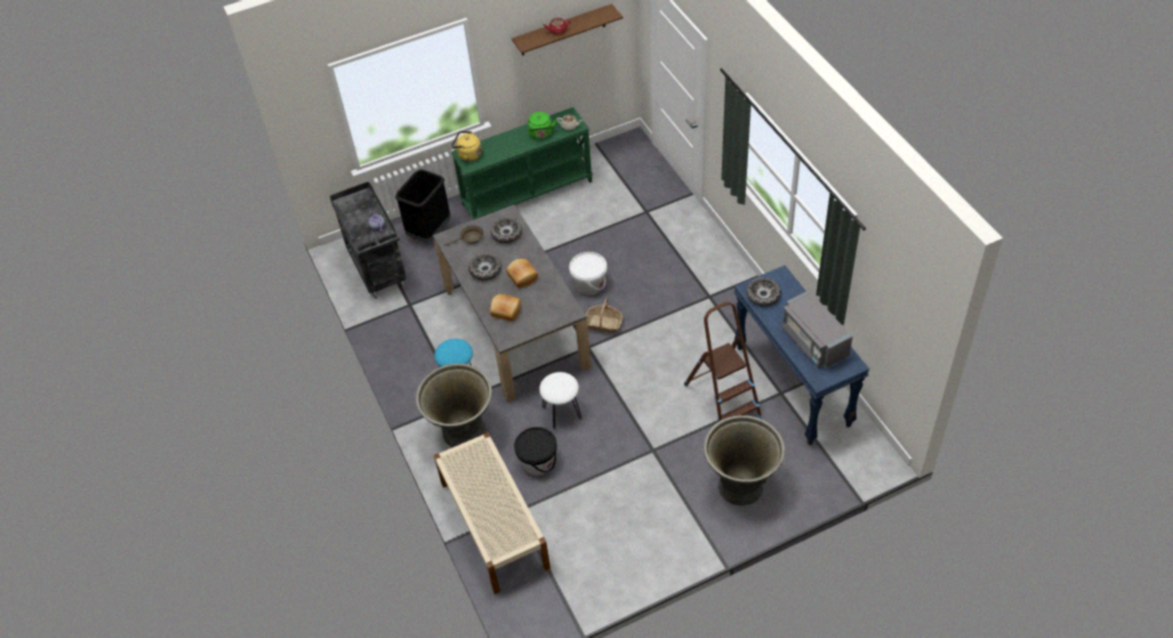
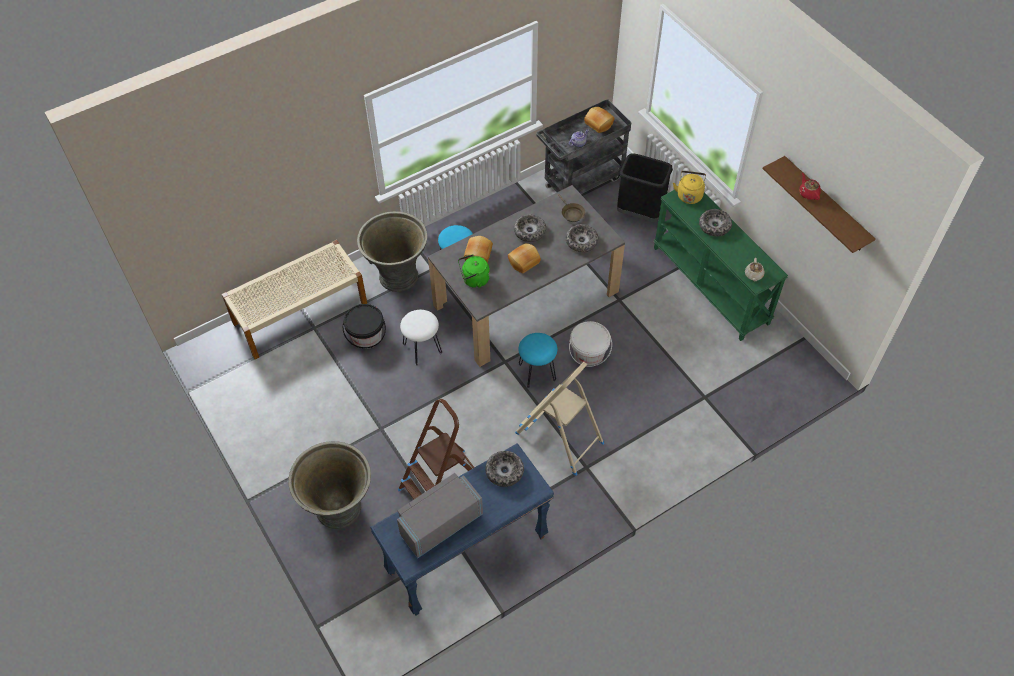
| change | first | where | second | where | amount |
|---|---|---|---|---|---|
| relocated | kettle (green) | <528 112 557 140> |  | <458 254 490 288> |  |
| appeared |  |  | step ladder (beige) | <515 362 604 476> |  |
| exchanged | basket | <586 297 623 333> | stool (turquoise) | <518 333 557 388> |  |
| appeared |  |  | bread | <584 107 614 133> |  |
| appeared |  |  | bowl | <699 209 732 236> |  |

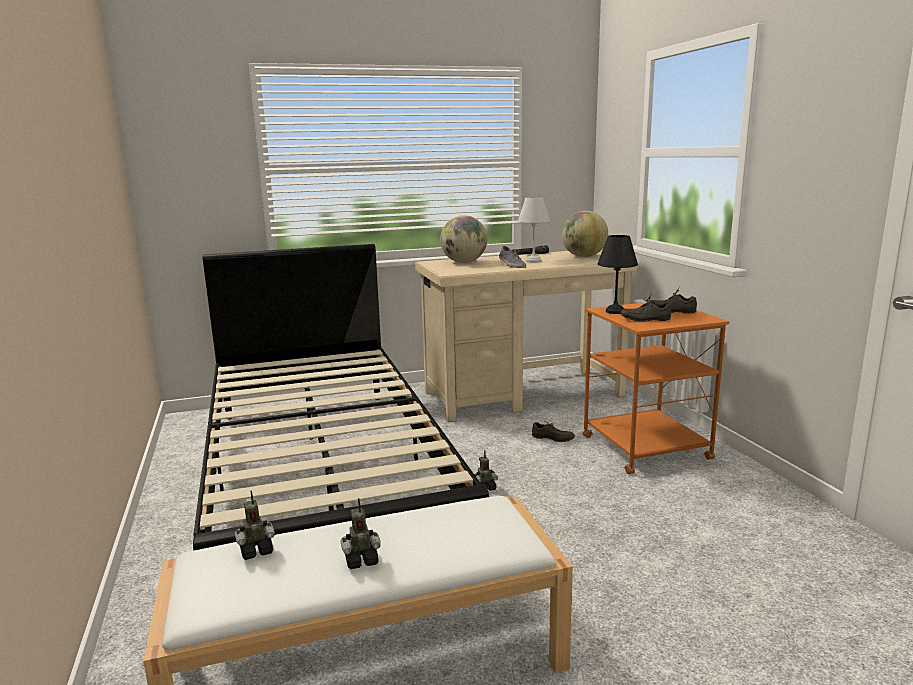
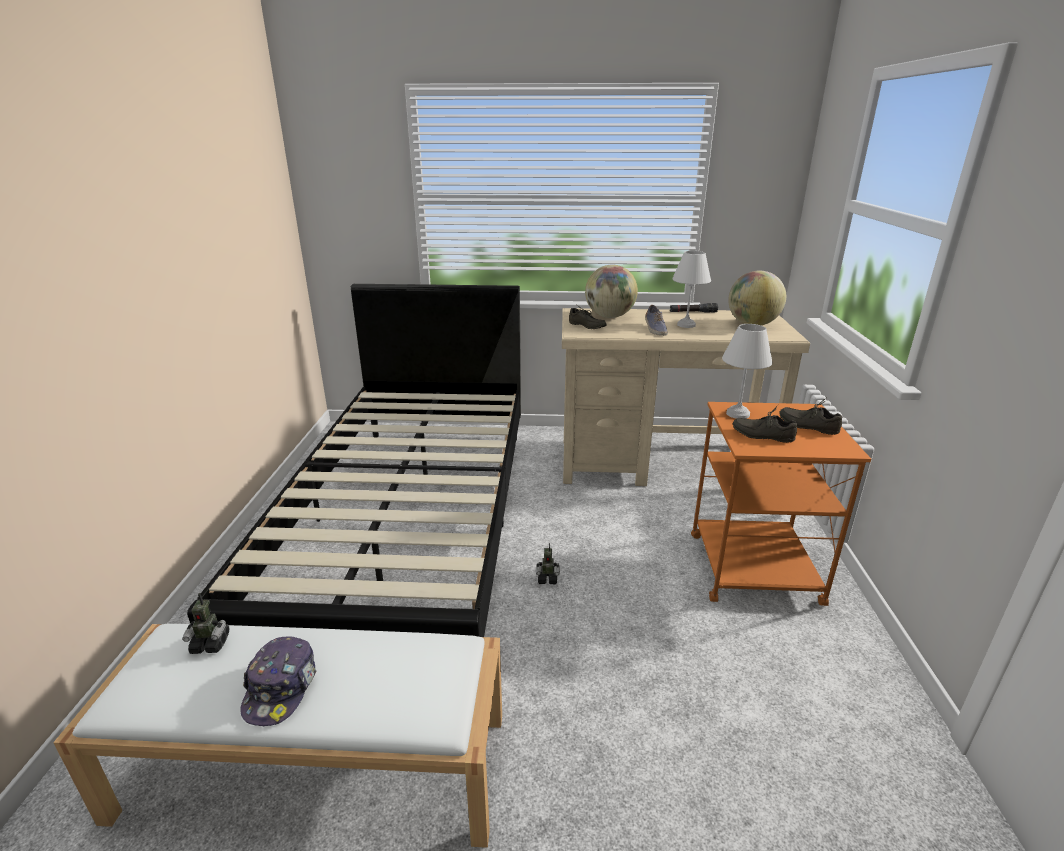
| change | first | where | second | where | amount |
|---|---|---|---|---|---|
| exchanged | toy robot | <341 498 381 569> | cap | <240 636 317 726> |  |
| relocated | shoe (grey) | <532 422 575 442> |  | <569 305 606 329> |  |
| colour | table lamp (black) | <598 235 638 314> | table lamp (white) | <722 324 772 419> |  |

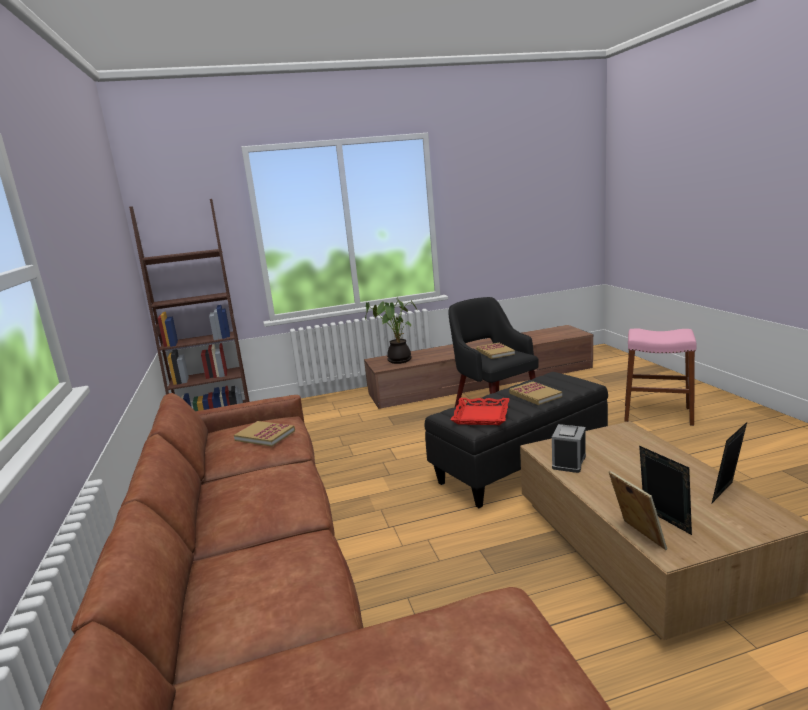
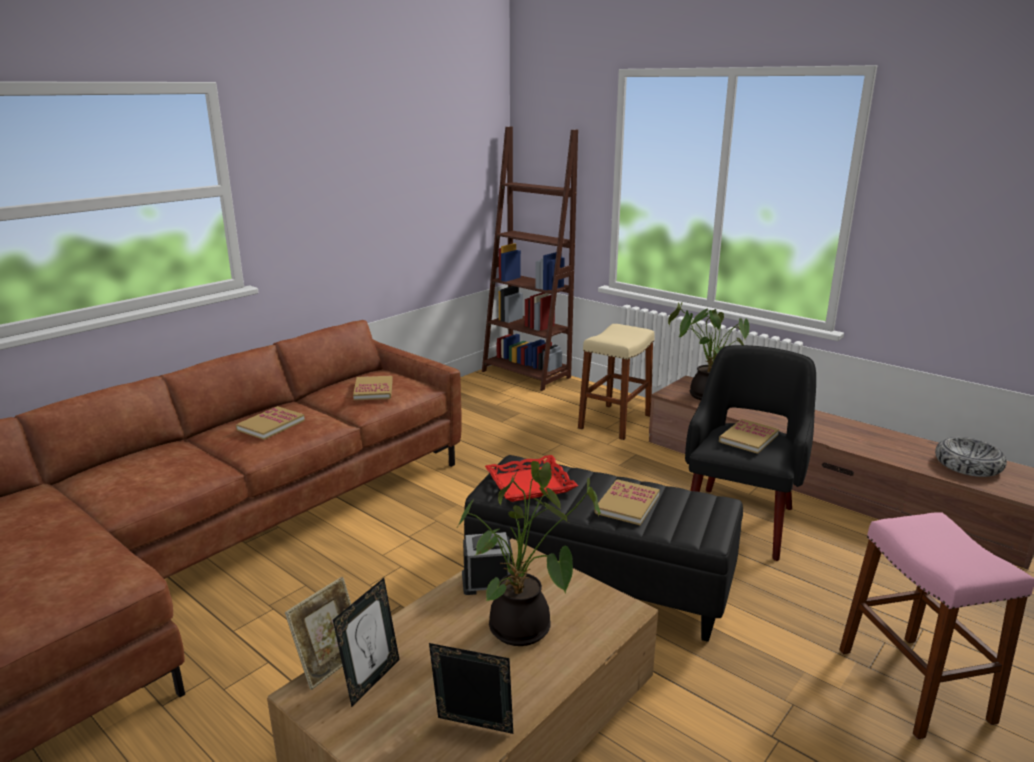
| change | first | where | second | where | amount |
|---|---|---|---|---|---|
| appeared |  |  | book | <236 406 305 440> |  |
| appeared |  |  | potted plant | <457 461 601 646> |  |
| appeared |  |  | stool (beige) | <578 324 655 440> |  |
| appeared |  |  | bowl | <935 437 1007 477> |  |

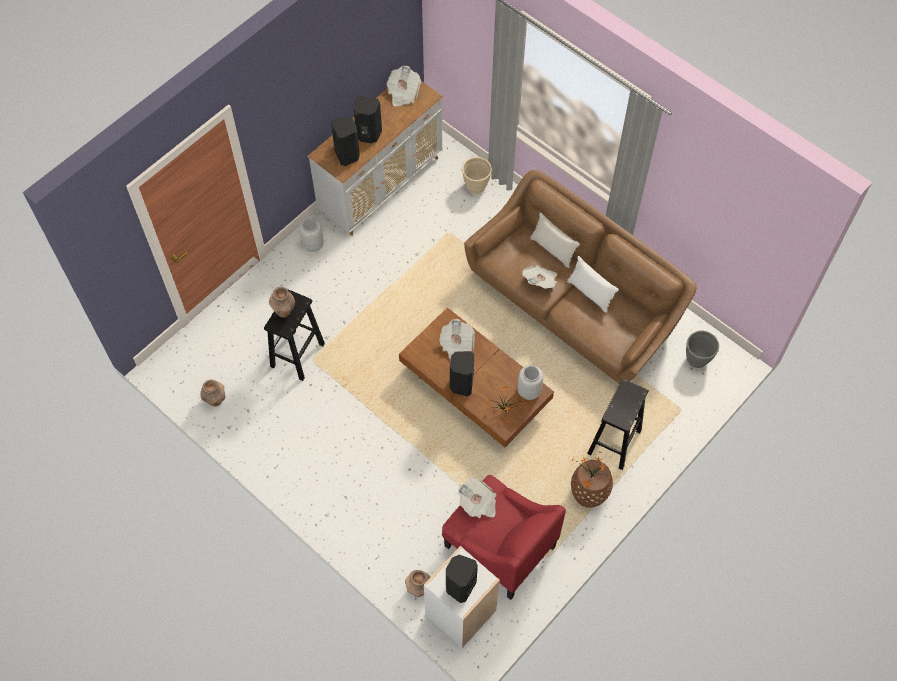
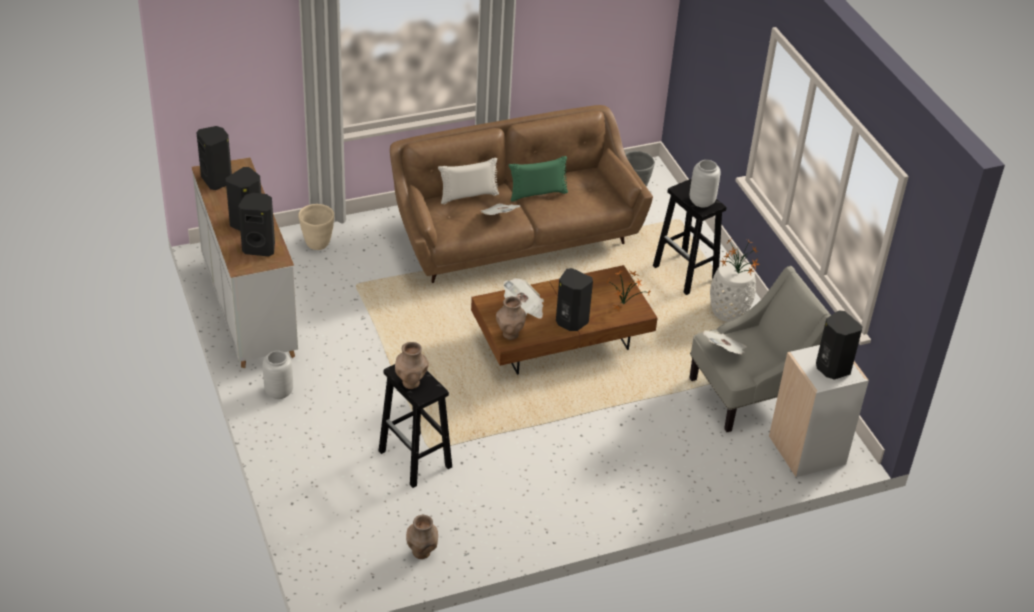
| change | first | where | second | where | amount |
|---|---|---|---|---|---|
| exchanged | newspaper | <386 66 421 106> | speaker (black) | <196 126 232 190> |  |
| relocated | vase (brown) | <405 570 430 597> |  | <496 296 526 340> |  |
| colour | pillow (white) | <567 256 619 313> | pillow (green) | <508 156 568 202> |  |
| colour | armchair (red) | <442 475 566 600> | armchair (grey) | <689 266 831 432> |  |
| relocated | vase (grey) | <518 365 543 400> |  | <690 160 721 208> |  |
| colour | stool (brown) | <571 460 613 508> | stool (white) | <710 260 756 322> |  |

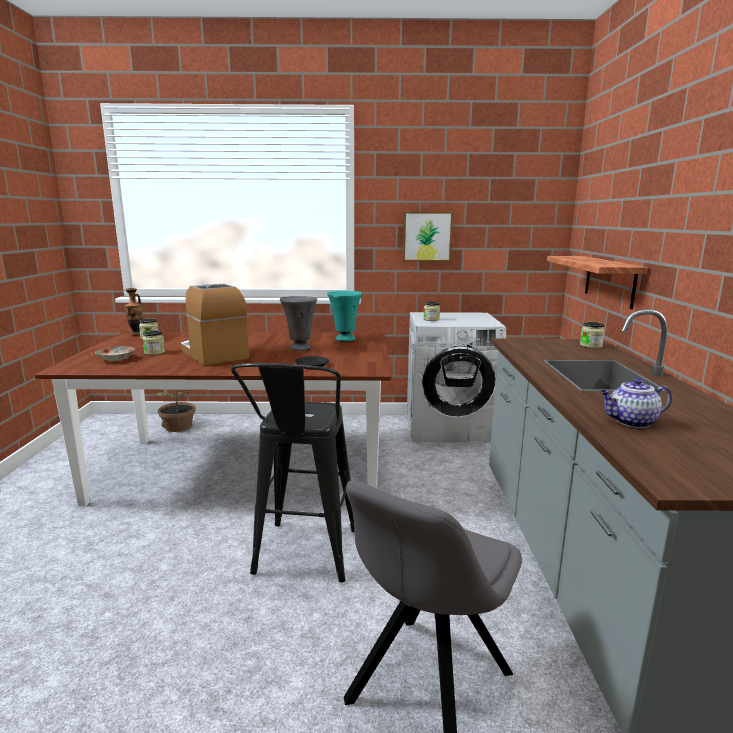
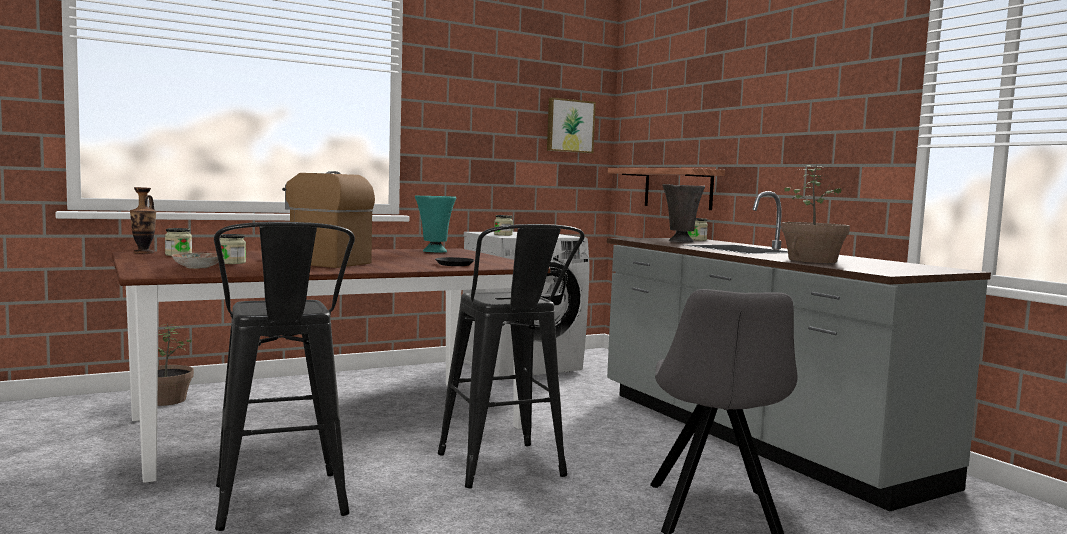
| change | first | where | second | where | amount |
|---|---|---|---|---|---|
| appeared |  |  | stool (black) | <214 222 355 531> |  |
| relocated | picture | <403 212 453 261> |  | <547 97 596 153> |  |
| relocated | vase (grey) | <280 296 317 351> |  | <662 184 705 243> |  |
| exchanged | teapot | <600 378 672 428> | potted plant | <781 164 850 263> |  |

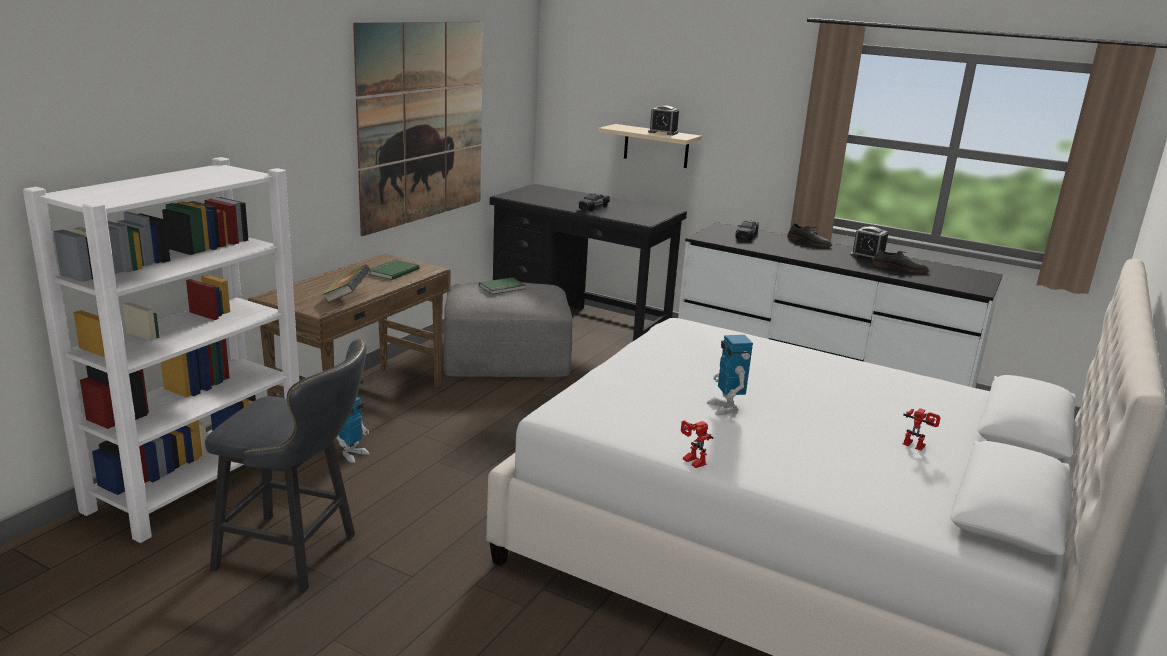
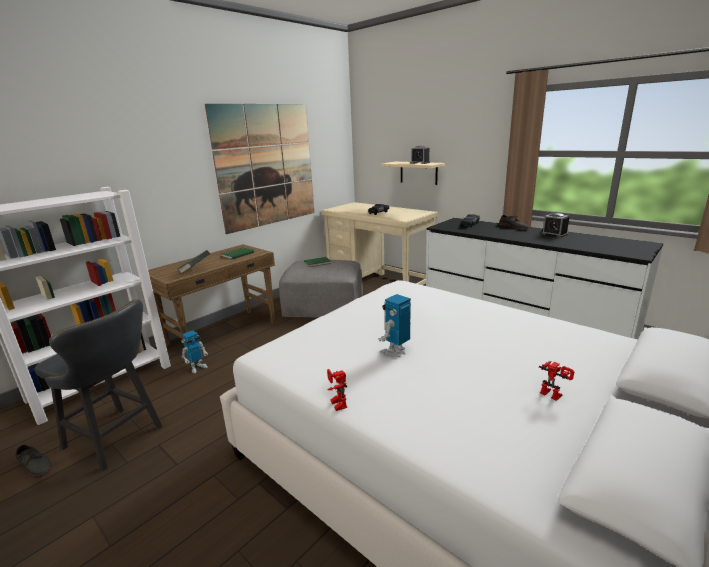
| change | first | where | second | where | amount |
|---|---|---|---|---|---|
| relocated | shoe (grey) | <873 250 929 273> |  | <15 445 52 478> |  |
| colour | desk (black) | <490 184 687 341> | desk (beige) | <321 202 438 285> |  |
| spun | toy robot | <707 335 753 415> |  | <379 294 411 358> | 45 degrees clockwise |

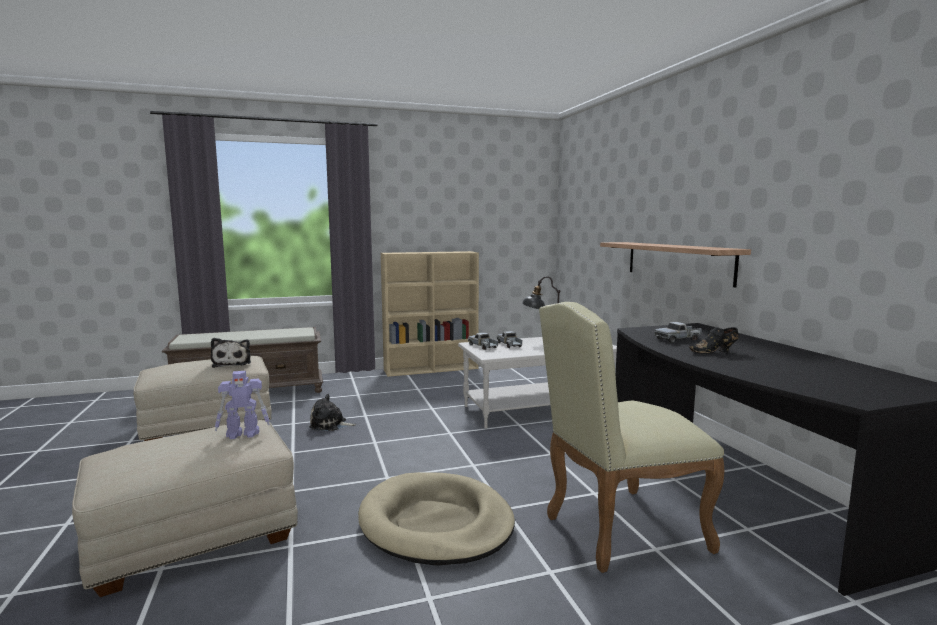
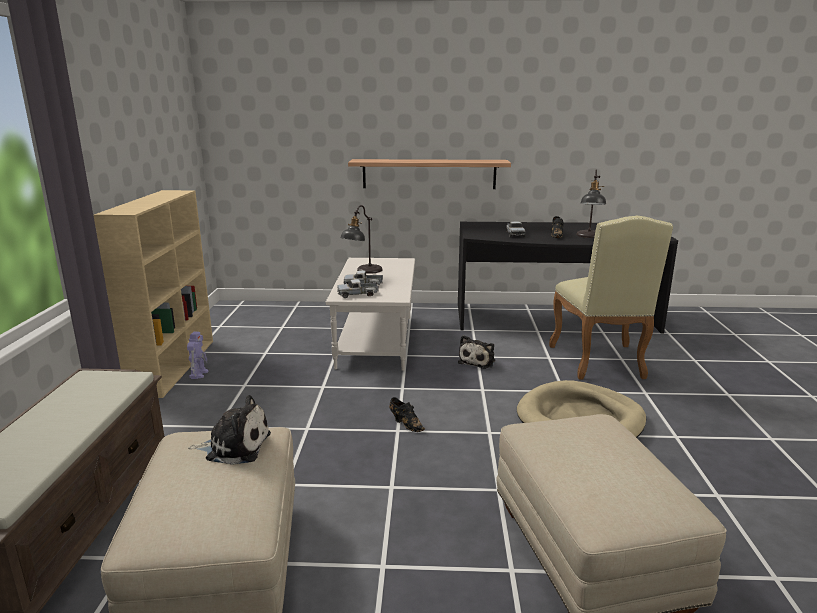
| change | first | where | second | where | amount |
|---|---|---|---|---|---|
| relocated | toy robot | <215 371 270 439> |  | <187 331 209 379> |  |
| appeared |  |  | shoe (black) | <389 397 425 432> |  |
| relocated | plush toy | <309 394 356 431> |  | <458 335 495 369> |  |
| appeared |  |  | table lamp (grey) | <576 170 606 238> |  |

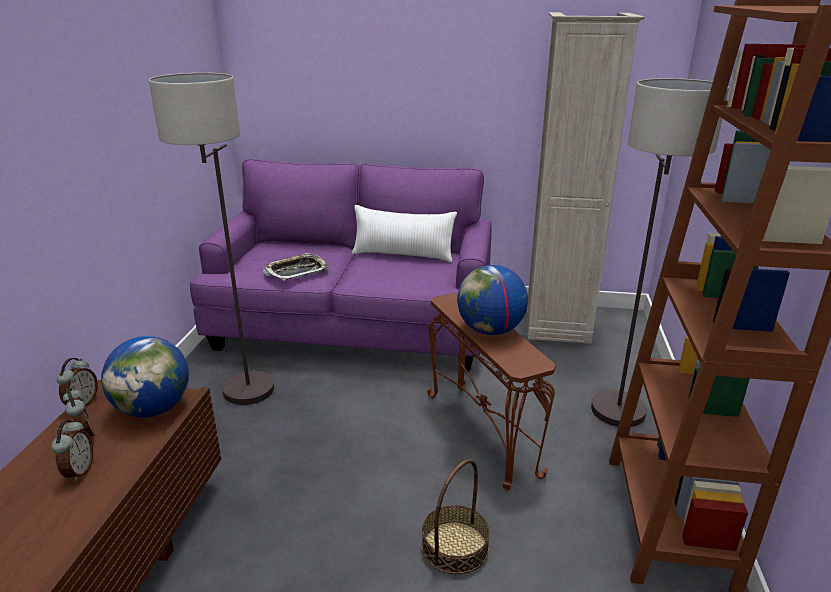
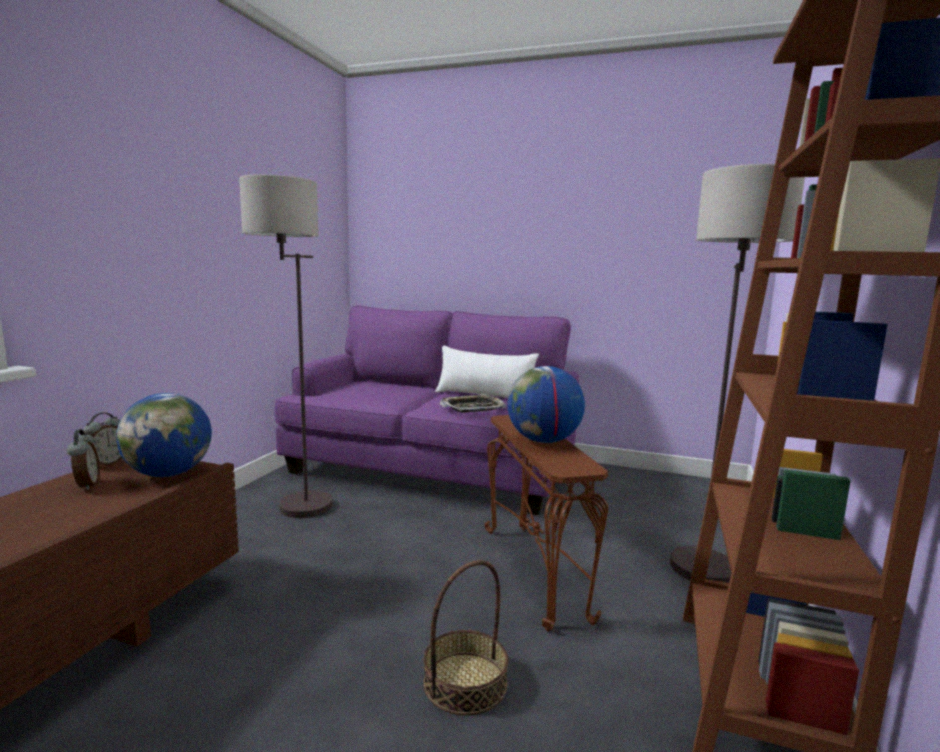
| change | first | where | second | where | amount |
|---|---|---|---|---|---|
| relocated | tray | <263 253 329 280> |  | <440 394 507 413> |  |
| missing | alarm clock | <51 420 93 482> |  |  |  |
| missing | cabinet (beige) | <527 12 645 344> |  |  |  |

